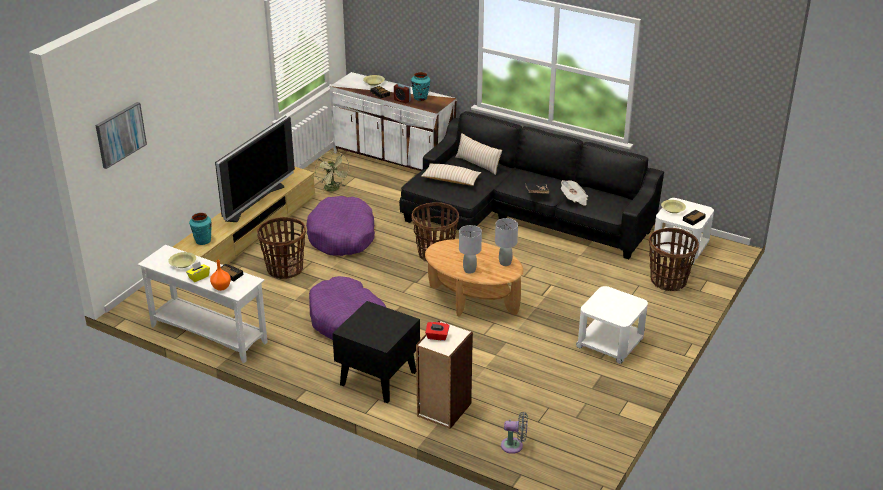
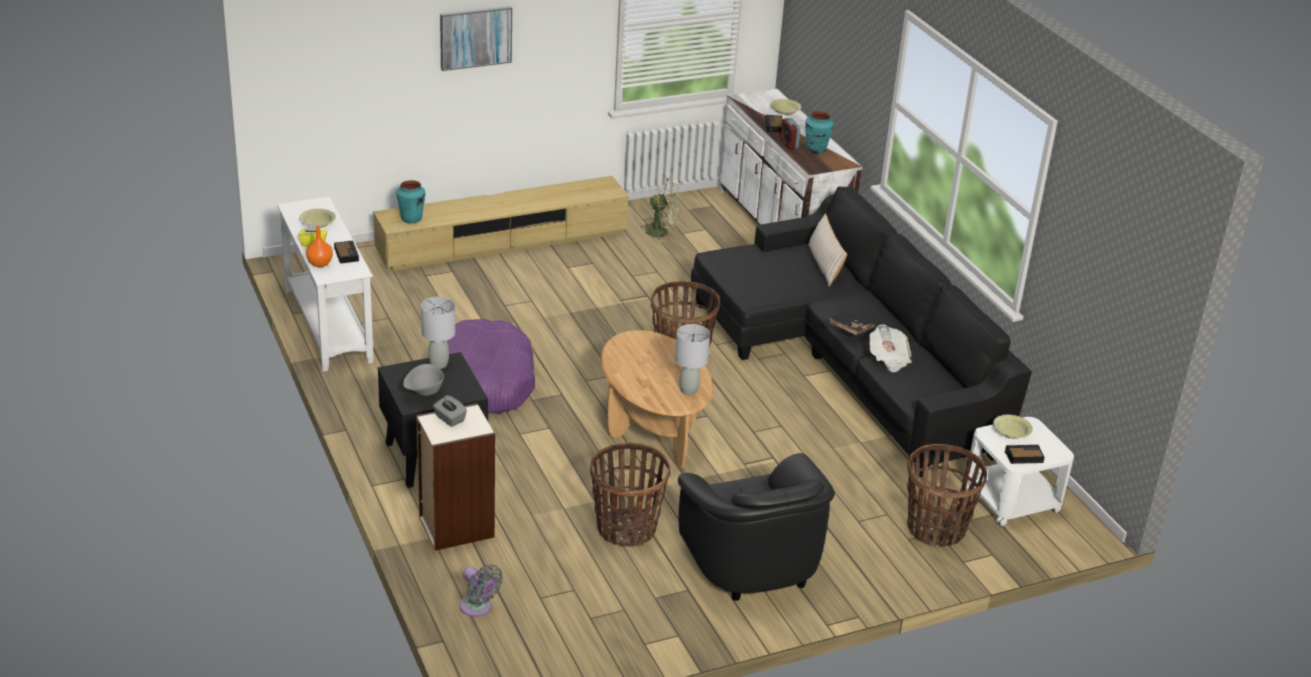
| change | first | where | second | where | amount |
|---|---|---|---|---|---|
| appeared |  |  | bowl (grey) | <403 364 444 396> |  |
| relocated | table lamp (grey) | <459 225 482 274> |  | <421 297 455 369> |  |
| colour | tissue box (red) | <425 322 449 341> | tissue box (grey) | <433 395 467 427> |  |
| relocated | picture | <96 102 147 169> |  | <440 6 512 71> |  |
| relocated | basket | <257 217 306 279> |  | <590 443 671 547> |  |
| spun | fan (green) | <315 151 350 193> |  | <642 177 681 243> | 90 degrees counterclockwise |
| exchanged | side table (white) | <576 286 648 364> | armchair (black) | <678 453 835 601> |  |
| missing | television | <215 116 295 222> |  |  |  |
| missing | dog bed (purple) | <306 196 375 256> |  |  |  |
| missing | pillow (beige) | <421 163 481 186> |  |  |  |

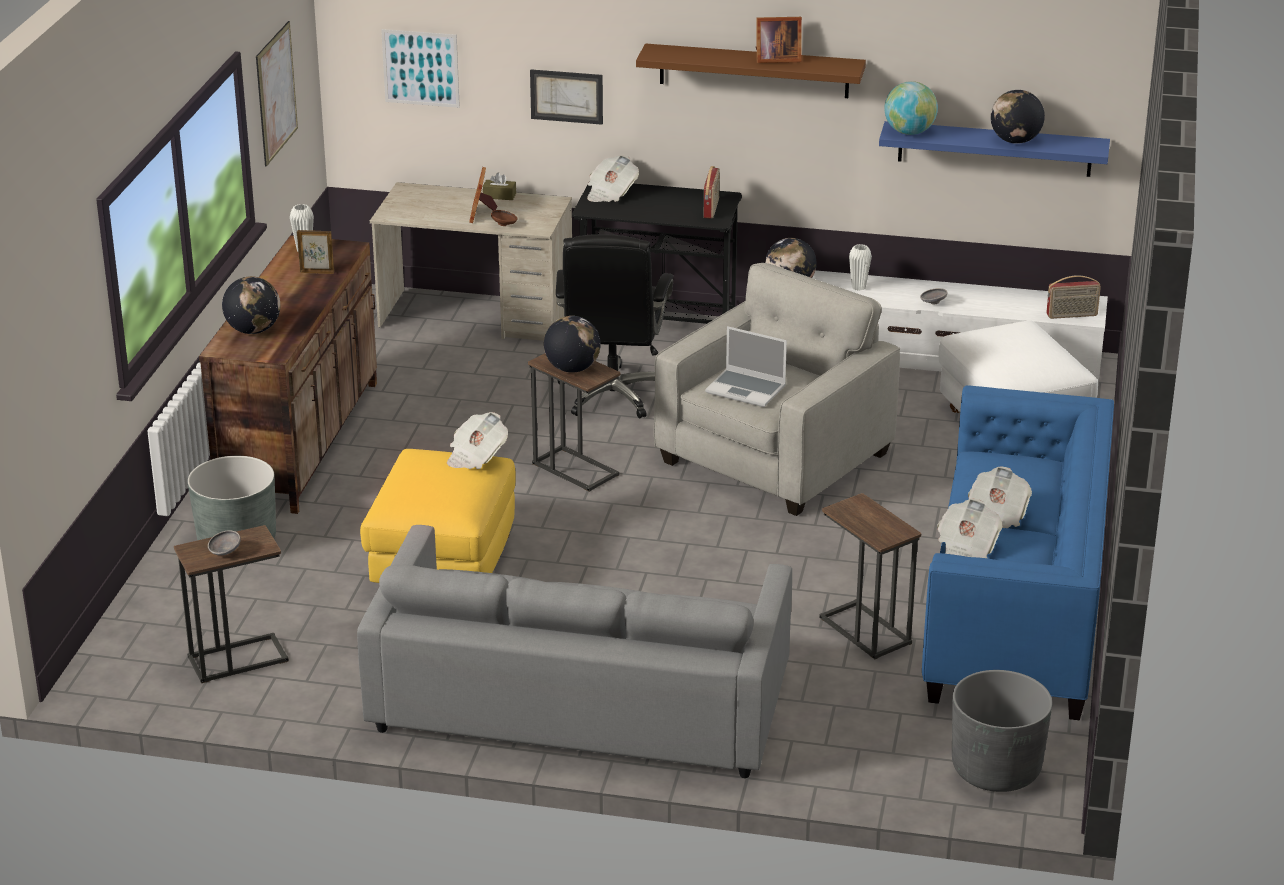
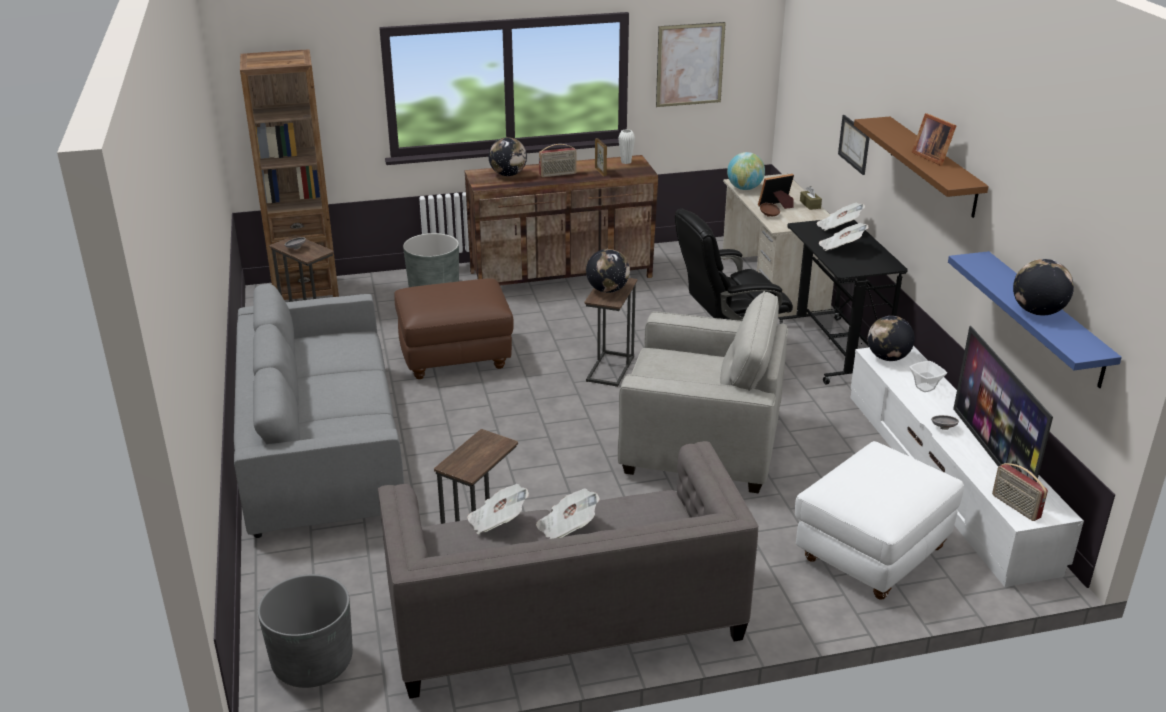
| change | first | where | second | where | amount |
|---|---|---|---|---|---|
| appeared |  |  | bookcase (brown) | <240 49 339 300> |  |
| colour | sofa (blue) | <922 385 1114 720> | sofa (grey) | <378 441 758 699> |  |
| colour | ottoman (yellow) | <360 449 516 583> | ottoman (brown) | <394 278 514 379> |  |
| relocated | radio | <703 166 720 219> |  | <539 144 576 177> |  |
| relocated | globe | <884 81 938 135> |  | <727 152 765 190> |  |
| relocated | newspaper | <447 412 508 469> |  | <819 223 868 251> |  |
| exchanged | vase (white) | <849 244 872 291> | bowl | <909 361 947 392> |  |
| appeared |  |  | television | <953 326 1053 482> |  |
| missing | picture | <381 29 460 108> |  |  |  |
| missing | laptop | <705 326 787 407> |  |  |  |

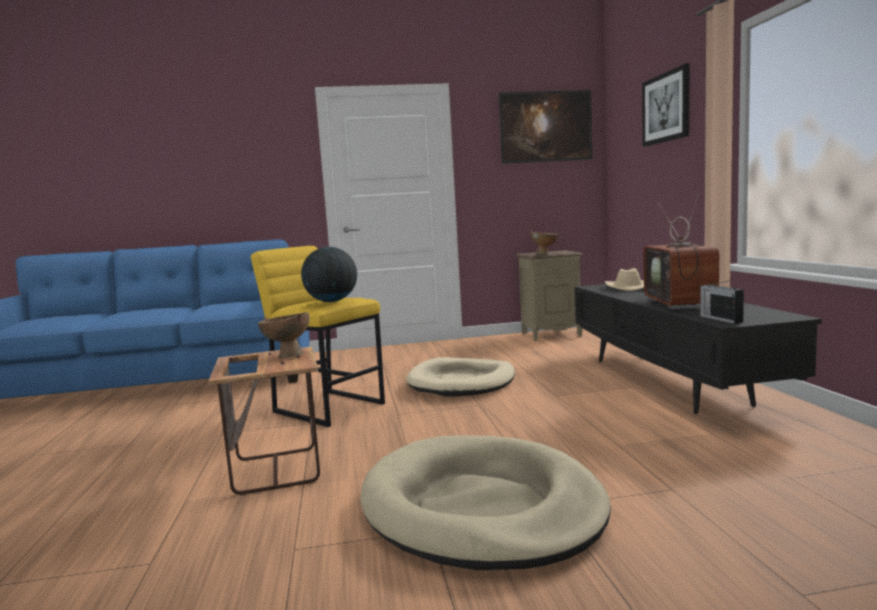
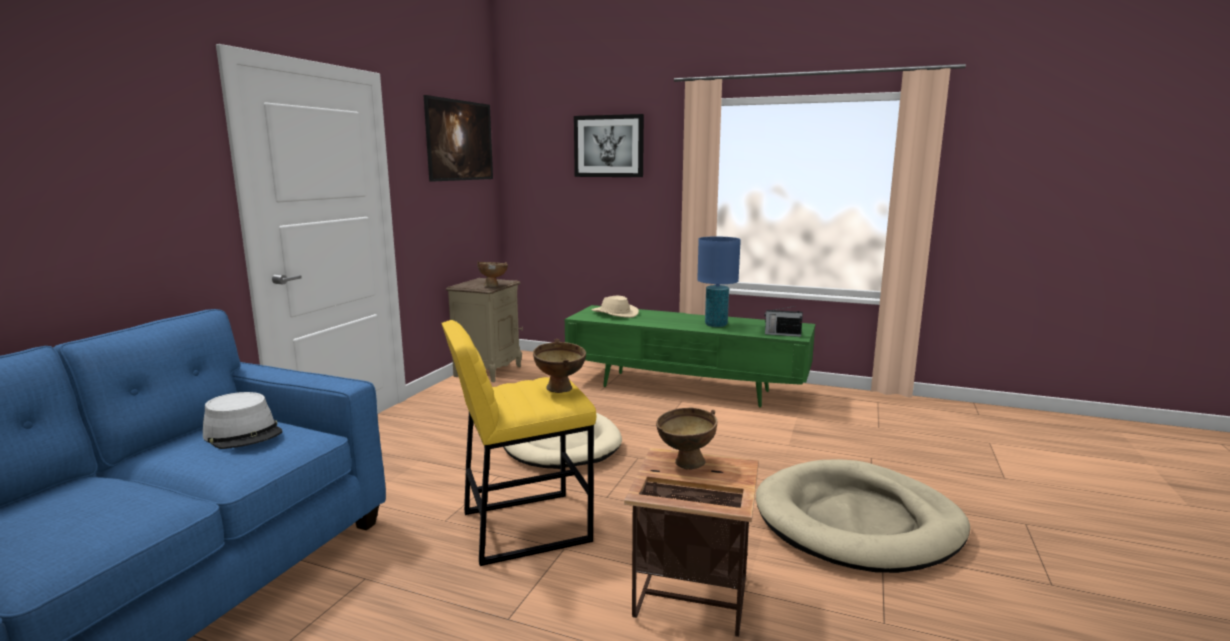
| change | first | where | second | where | amount |
|---|---|---|---|---|---|
| appeared |  |  | hat (grey) | <203 392 283 449> |  |
| exchanged | globe | <301 247 357 302> | bowl (brown) | <533 339 586 393> |  |
| colour | tv stand (black) | <575 284 822 414> | tv stand (green) | <565 305 815 408> |  |
| exchanged | television | <644 194 719 309> | table lamp (blue) | <697 237 741 327> |  |

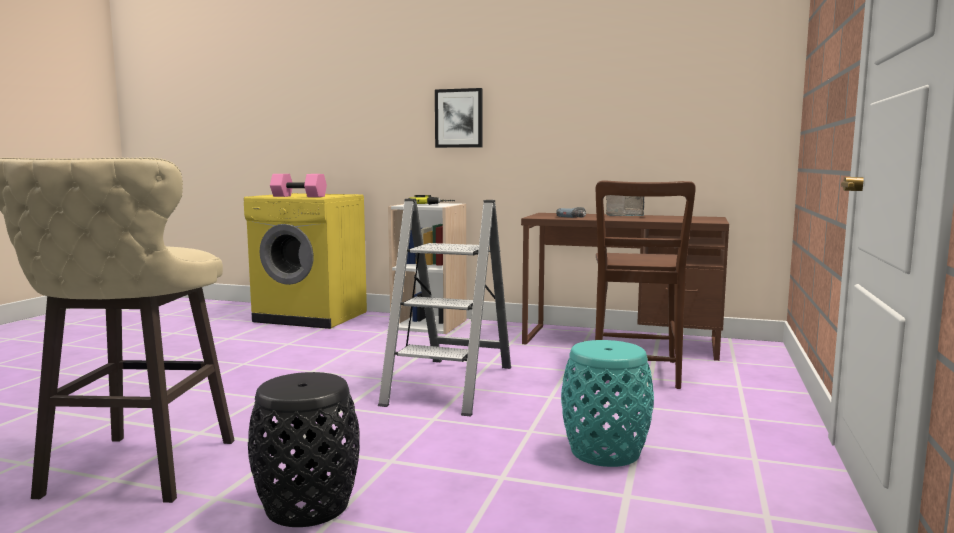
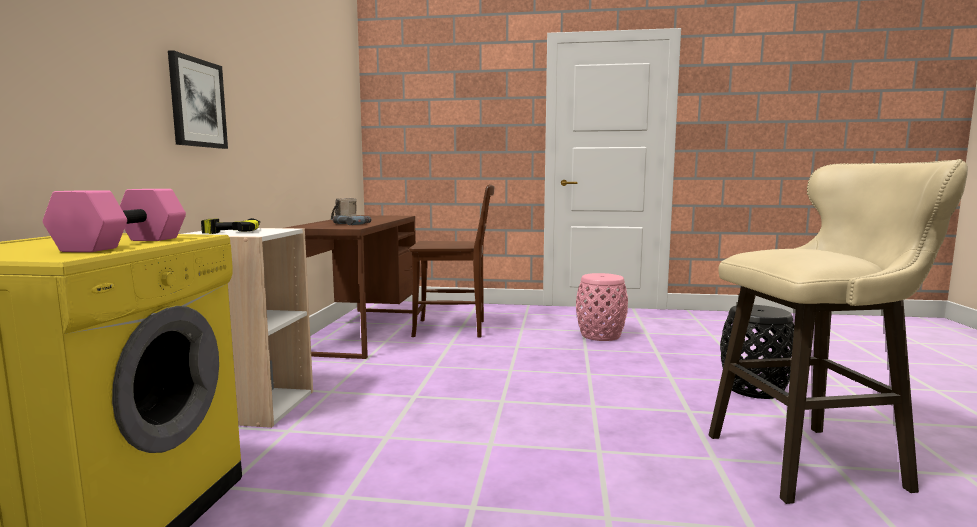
| change | first | where | second | where | amount |
|---|---|---|---|---|---|
| colour | stool (turquoise) | <561 340 654 467> | stool (pink) | <576 273 628 341> |  |
| missing | step ladder (grey) | <378 198 511 417> |  |  |  |

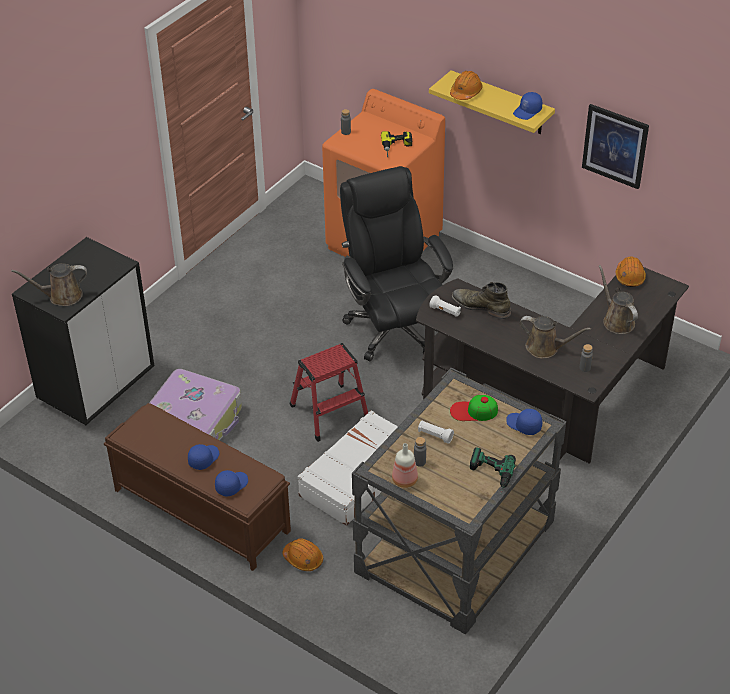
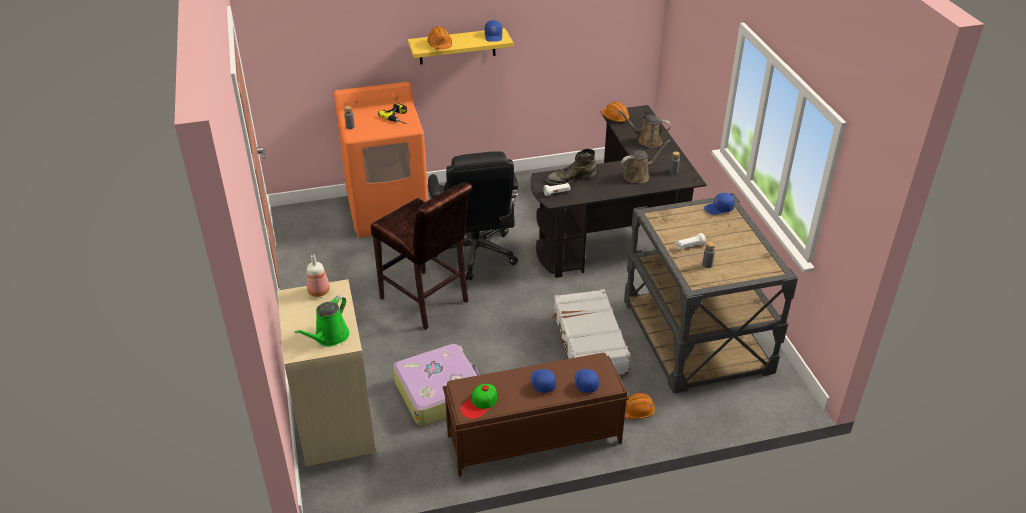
| change | first | where | second | where | amount |
|---|---|---|---|---|---|
| colour | cabinet (black) | <12 237 154 425> | cabinet (beige) | <277 279 376 466> |  |
| colour | watering can (brown) | <11 263 87 306> | watering can (green) | <295 296 349 346> |  |
| relocated | bottle | <392 443 418 488> |  | <307 254 330 297> |  |
| appeared |  |  | stool (brown) | <371 182 473 329> |  |
| spun | office chair (black) | <340 166 453 362> |  | <428 152 519 280> | 120 degrees counterclockwise |
| relocated | cap | <450 395 498 421> |  | <460 384 498 419> |  |
| missing | step ladder (red) | <290 343 368 442> |  |  |  |
| missing | power drill | <470 447 516 494> |  |  |  |
| missing | picture | <582 104 649 189> |  |  |  |

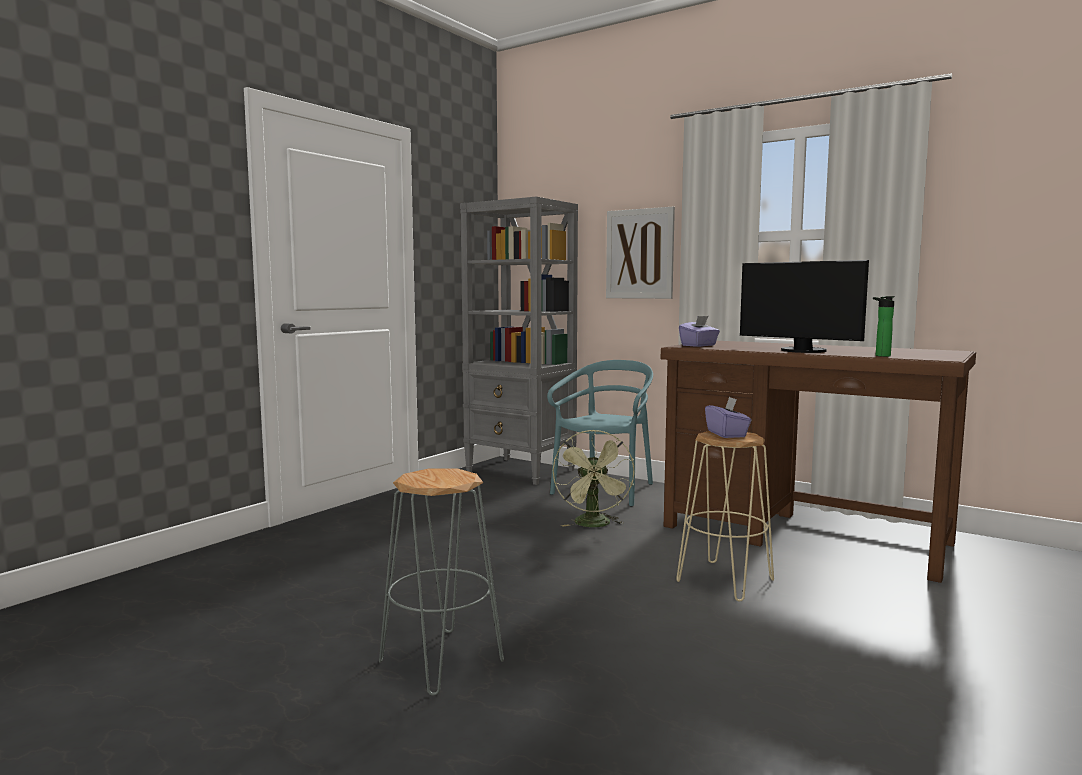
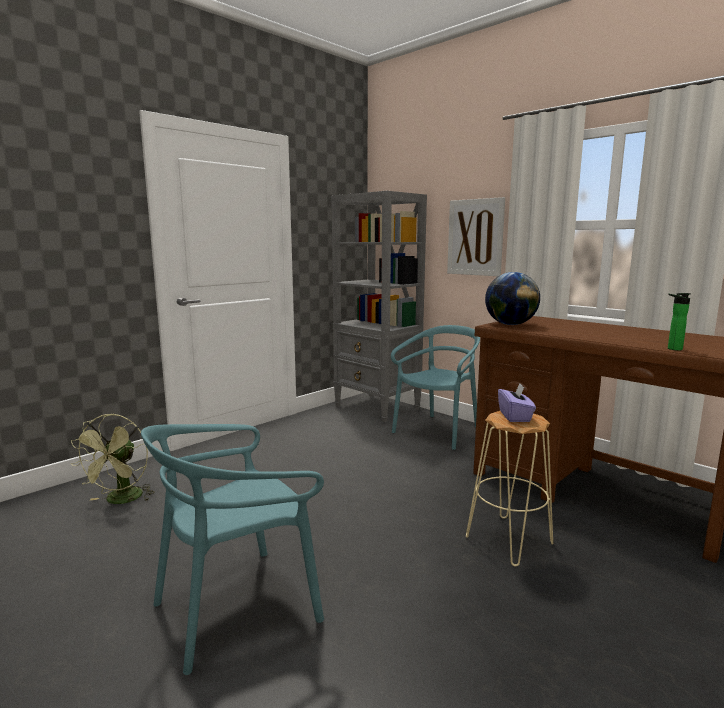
| change | first | where | second | where | amount |
|---|---|---|---|---|---|
| relocated | fan (green) | <553 430 635 527> |  | <70 414 155 504> |  |
| exchanged | stool (grey) | <379 468 504 696> | chair (turquoise) | <141 424 324 675> |  |
| exchanged | tissue box (purple) | <679 316 720 347> | globe | <485 272 540 325> |  |
| missing | monitor | <740 260 869 353> |  |  |  |

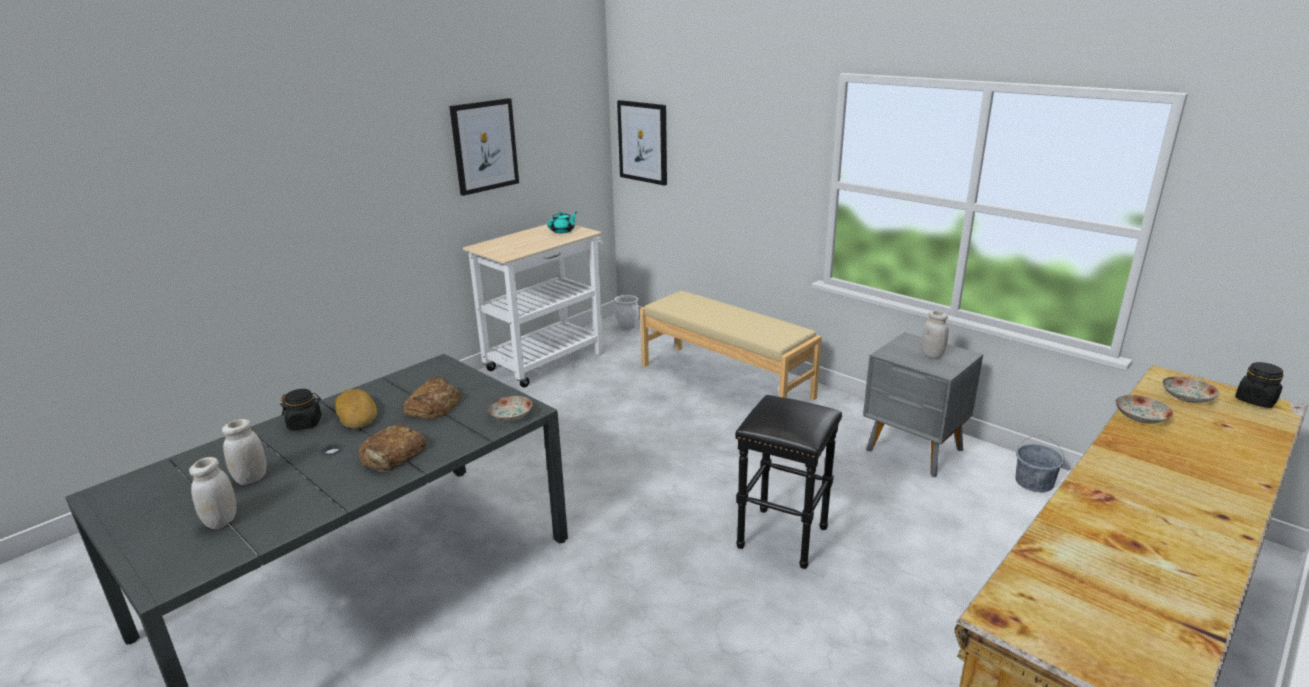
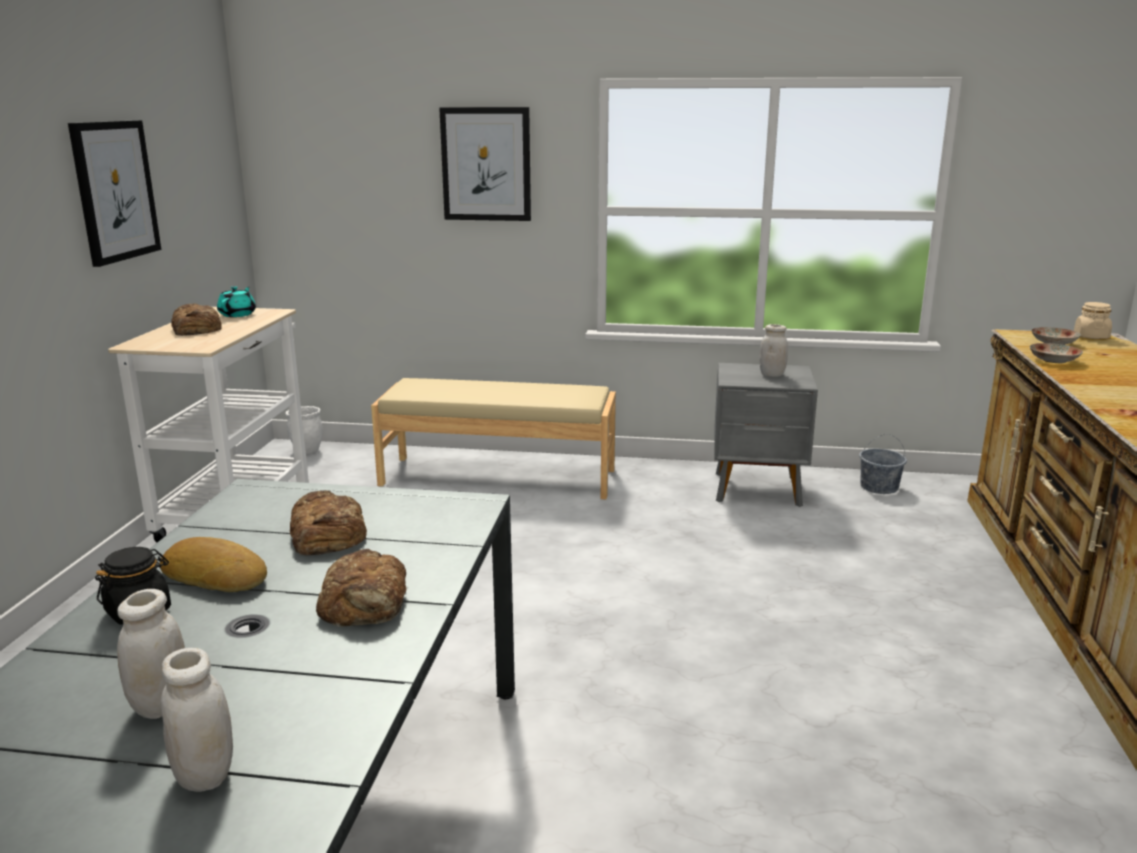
| change | first | where | second | where | amount |
|---|---|---|---|---|---|
| appeared |  |  | bread | <171 303 222 336> |  |
| relocated | picture | <617 100 667 185> |  | <439 107 531 221> |  |
| colour | jar (black) | <1235 362 1283 408> | jar (beige) | <1074 302 1112 339> |  |
| missing | plate | <488 396 533 421> |  |  |  |
| missing | stool (black) | <735 395 842 569> |  |  |  |

